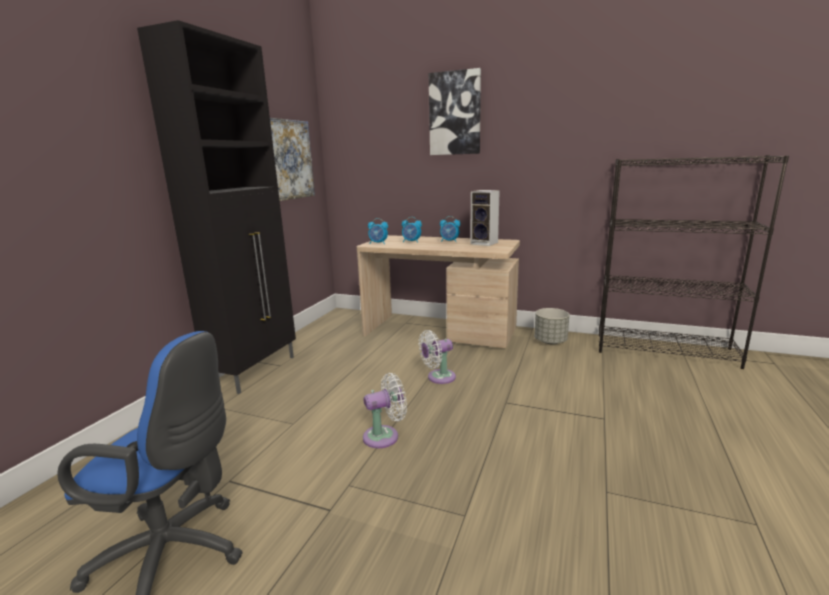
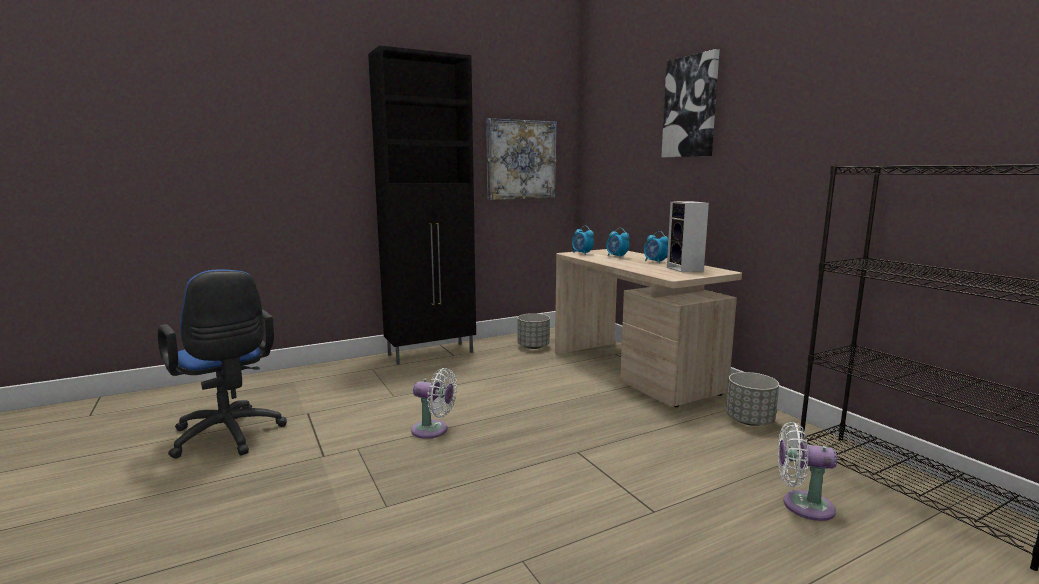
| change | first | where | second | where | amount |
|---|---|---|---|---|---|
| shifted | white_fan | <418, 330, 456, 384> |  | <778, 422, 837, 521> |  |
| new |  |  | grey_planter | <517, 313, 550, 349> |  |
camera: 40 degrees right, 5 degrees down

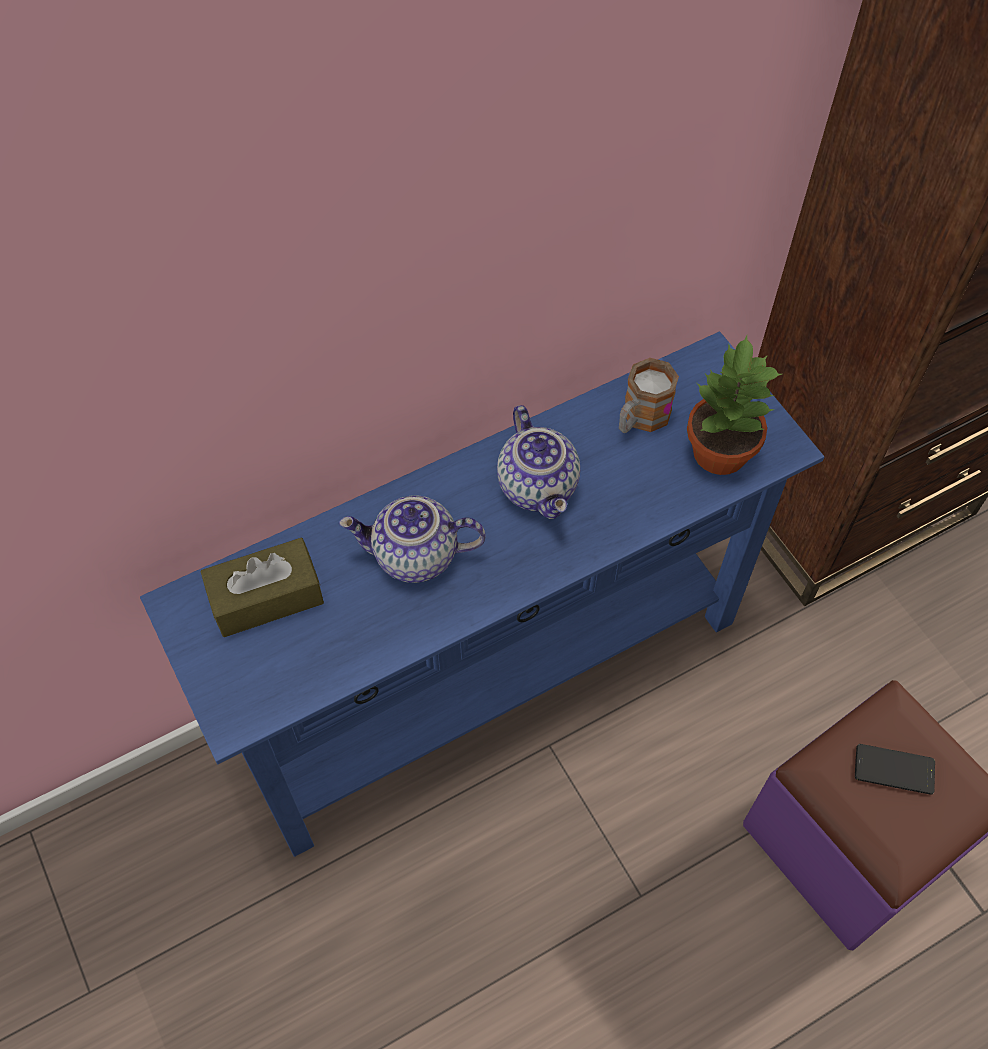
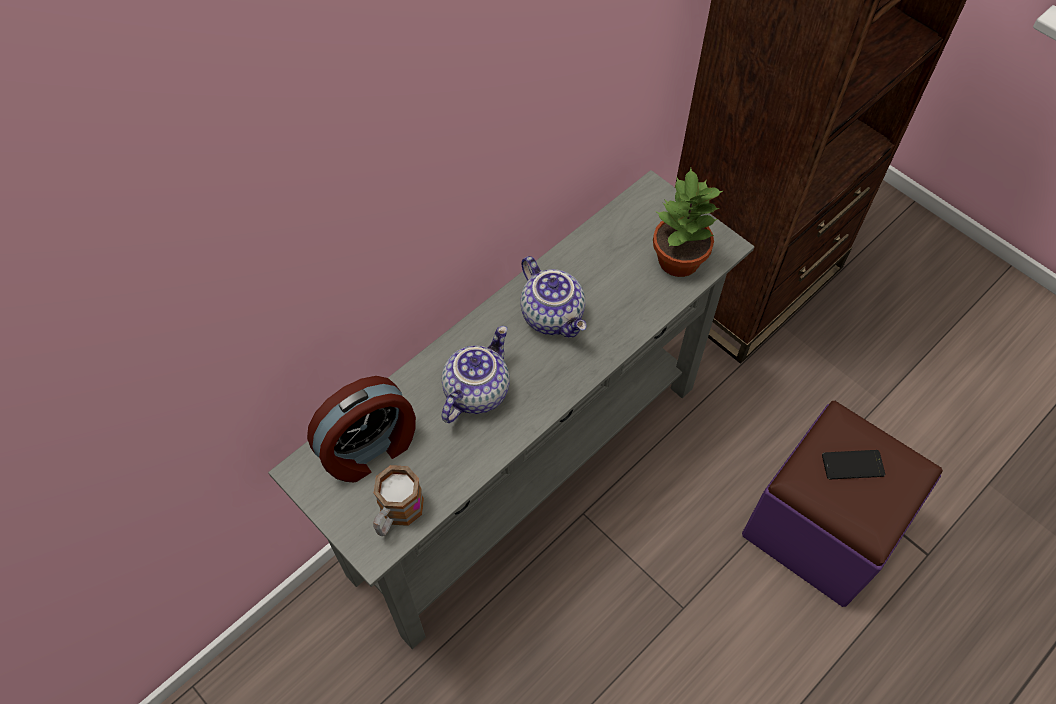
| change | first | where | second | where | amount |
|---|---|---|---|---|---|
| repainted | blue_console_table | <140, 331, 824, 857> | grey_console_table | <268, 170, 754, 649> |  |
| swapped | brown_tissue_box | <200, 538, 324, 637> | alarm_clock | <307, 376, 416, 482> |  |
| rotated | teapot | <339, 495, 486, 583> |  | <441, 326, 510, 423> | 135 degrees clockwise |
| shifted | mug | <619, 358, 679, 433> |  | <373, 465, 424, 536> |  |
camera: 15 degrees left, 0 degrees up

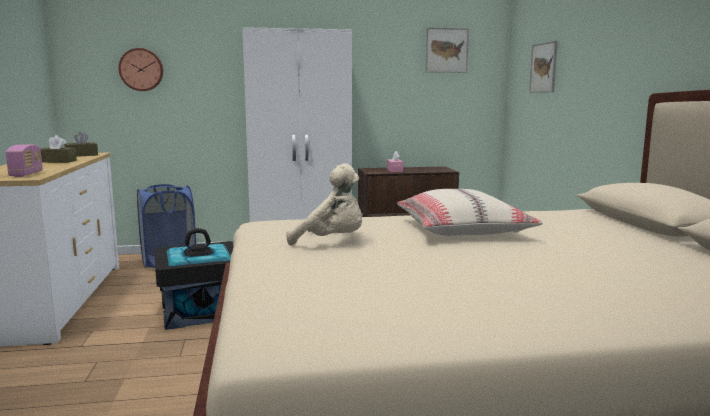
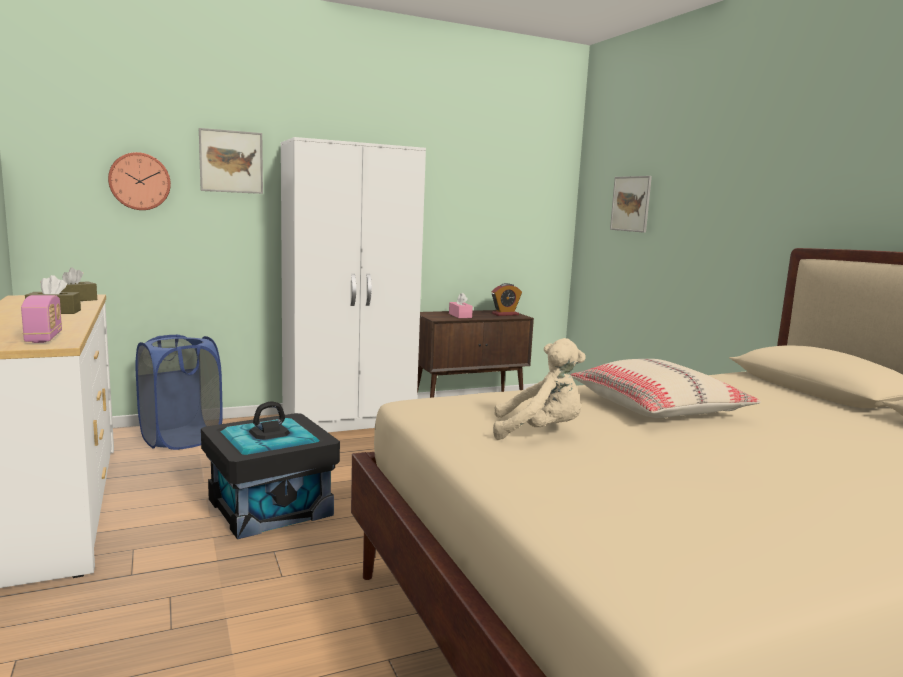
| change | first | where | second | where | amount |
|---|---|---|---|---|---|
| shifted | picture | <425, 27, 469, 73> |  | <199, 128, 263, 194> |  |
| new |  |  | alarm_clock | <491, 283, 522, 316> |  |
camera: 15 degrees left, 0 degrees up

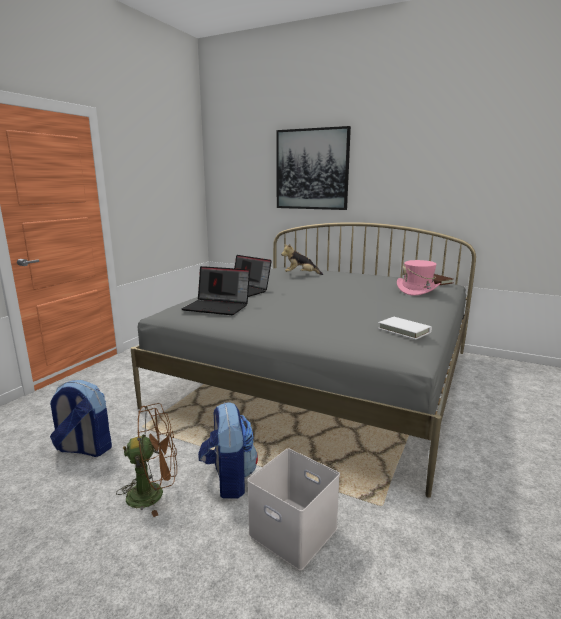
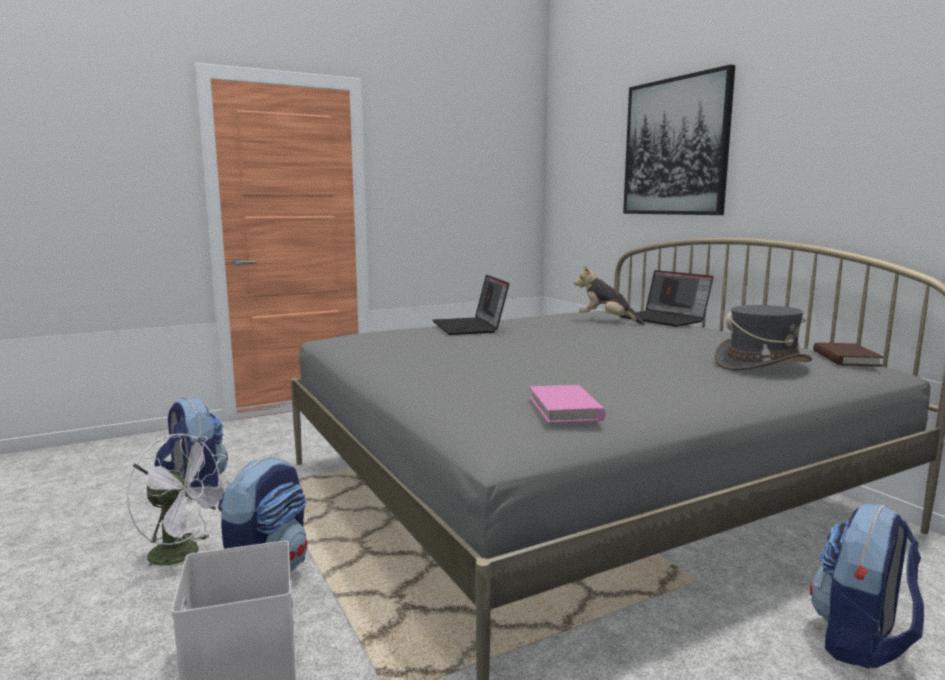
| change | first | where | second | where | amount |
|---|---|---|---|---|---|
| repainted | brown_fan | <116, 403, 177, 517> | white_fan | <126, 434, 231, 578> |  |
| shifted | laptop | <182, 266, 250, 315> |  | <620, 270, 713, 327> |  |
| repainted | white_book | <378, 317, 432, 340> | pink_book | <529, 385, 606, 423> |  |
| repainted | pink_hat | <397, 260, 441, 296> | grey_hat | <714, 305, 812, 371> |  |
| new |  |  | backpack | <810, 504, 924, 668> |  |
camera: 35 degrees right, 5 degrees down

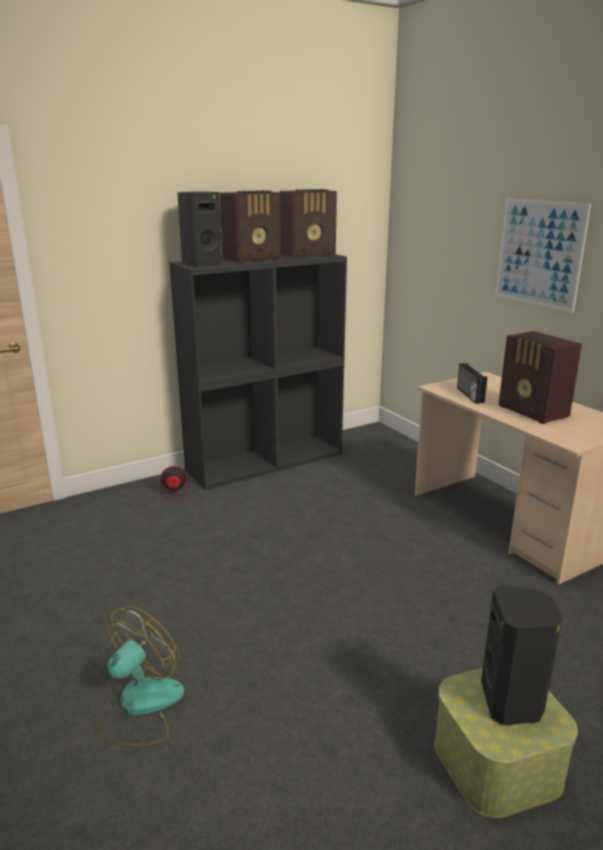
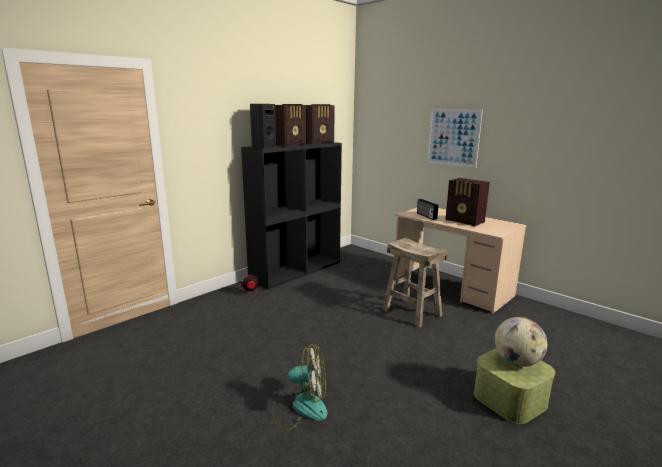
| change | first | where | second | where | amount |
|---|---|---|---|---|---|
| rotated | fan | <95, 606, 184, 746> |  | <272, 344, 328, 431> | 75 degrees clockwise |
| swapped | black_speaker | <481, 585, 562, 725> | globe | <495, 317, 547, 367> |  |
| new |  |  | beige_stool | <382, 238, 447, 328> |  |
camera: 15 degrees left, 5 degrees down

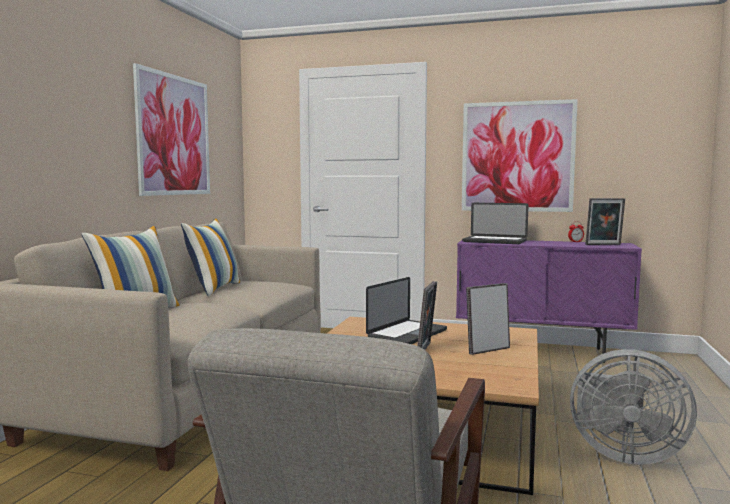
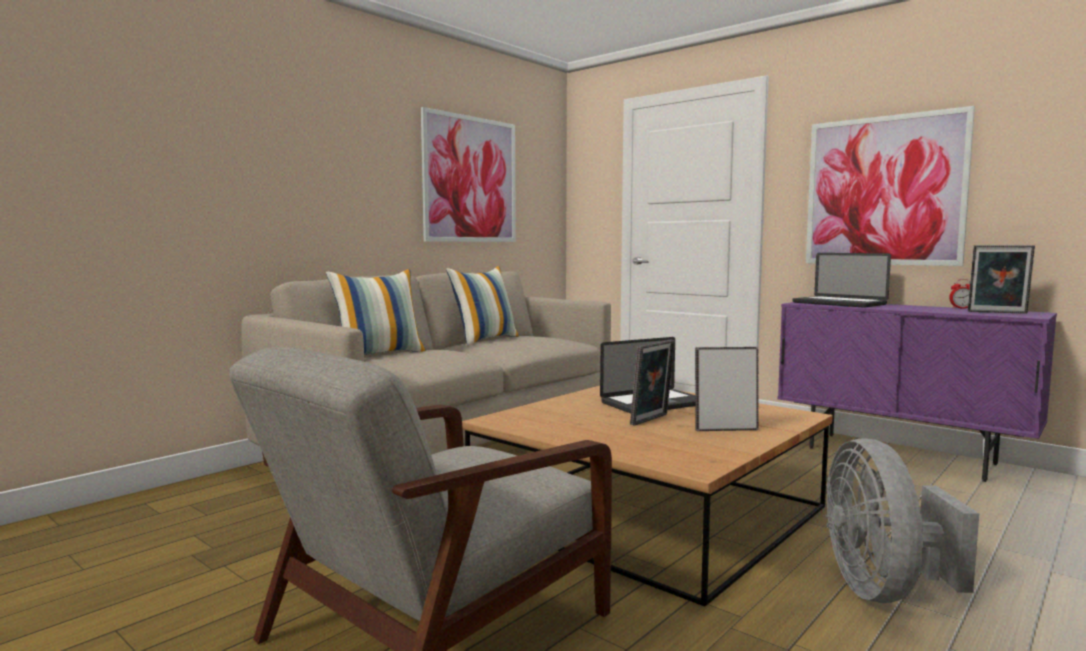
| change | first | where | second | where | amount |
|---|---|---|---|---|---|
| rotated | grey_fan | <570, 349, 697, 465> |  | <825, 438, 979, 603> | 45 degrees clockwise |
camera: 25 degrees right, 0 degrees up

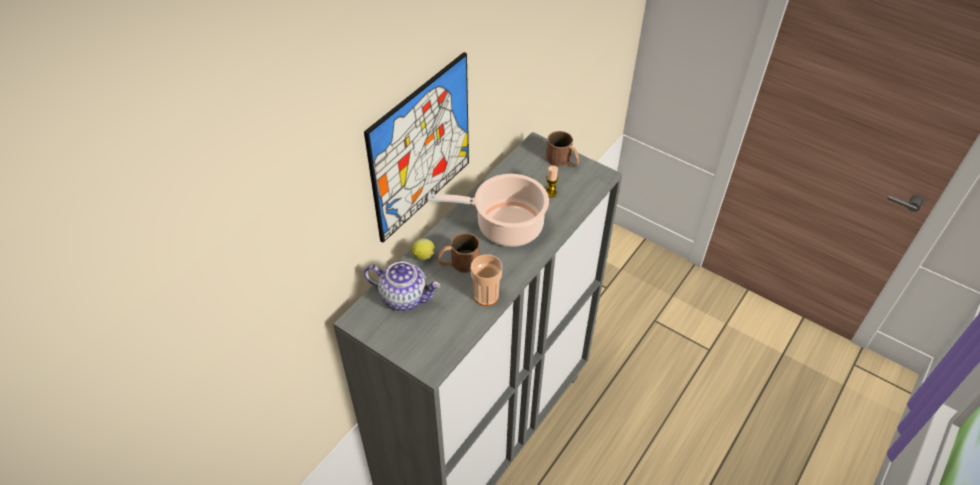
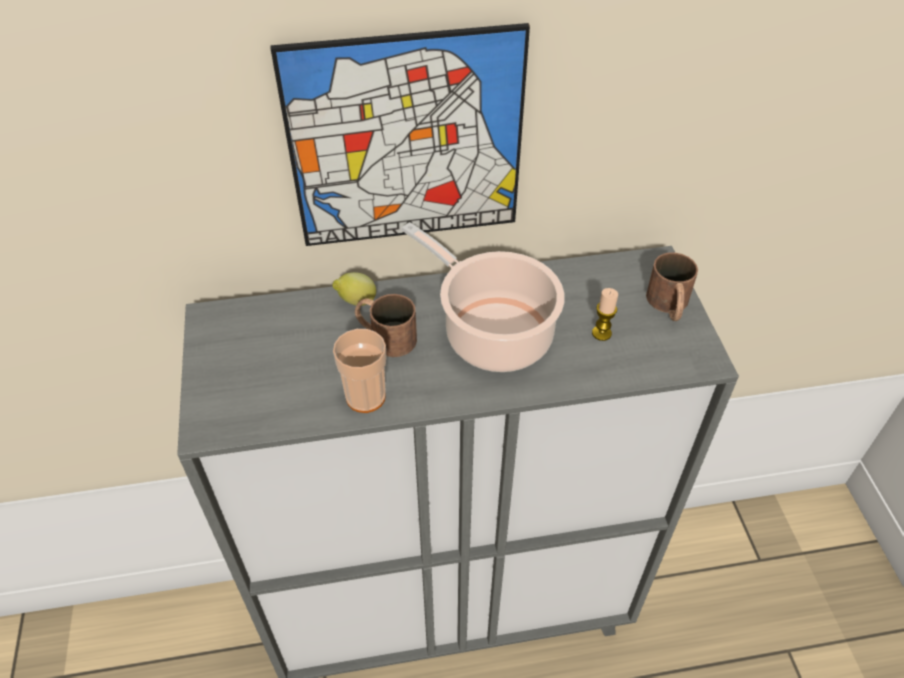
| change | first | where | second | where | amount |
|---|---|---|---|---|---|
| gone | teapot | <364, 261, 441, 311> |  |  |  |
camera: 45 degrees right, 0 degrees up

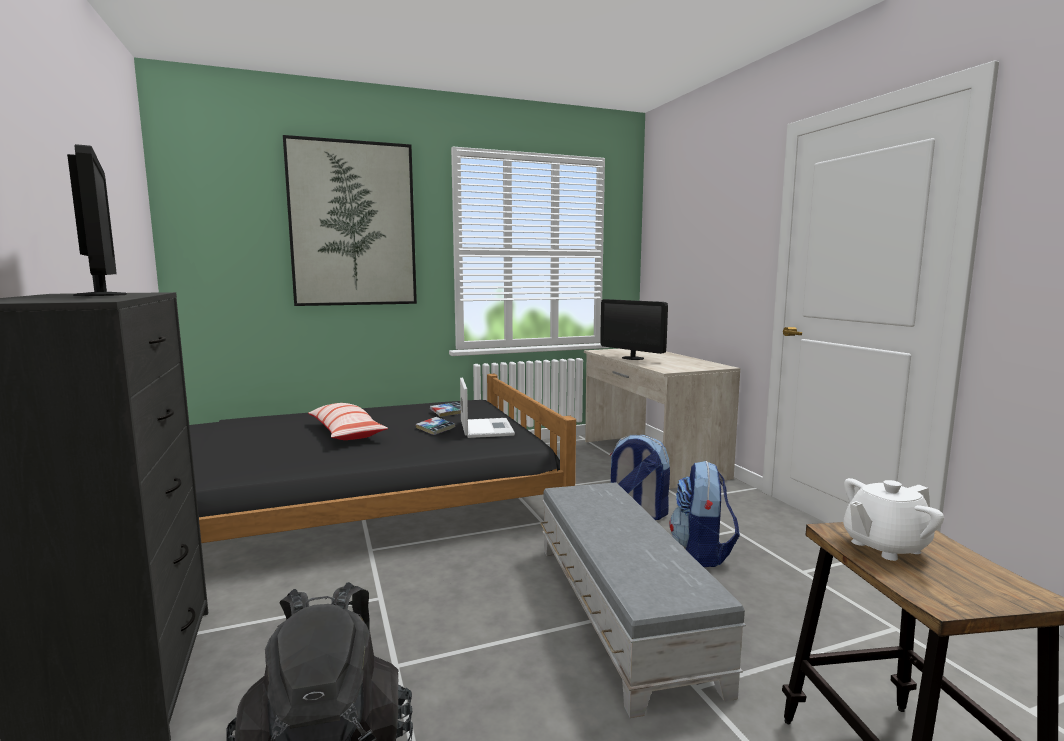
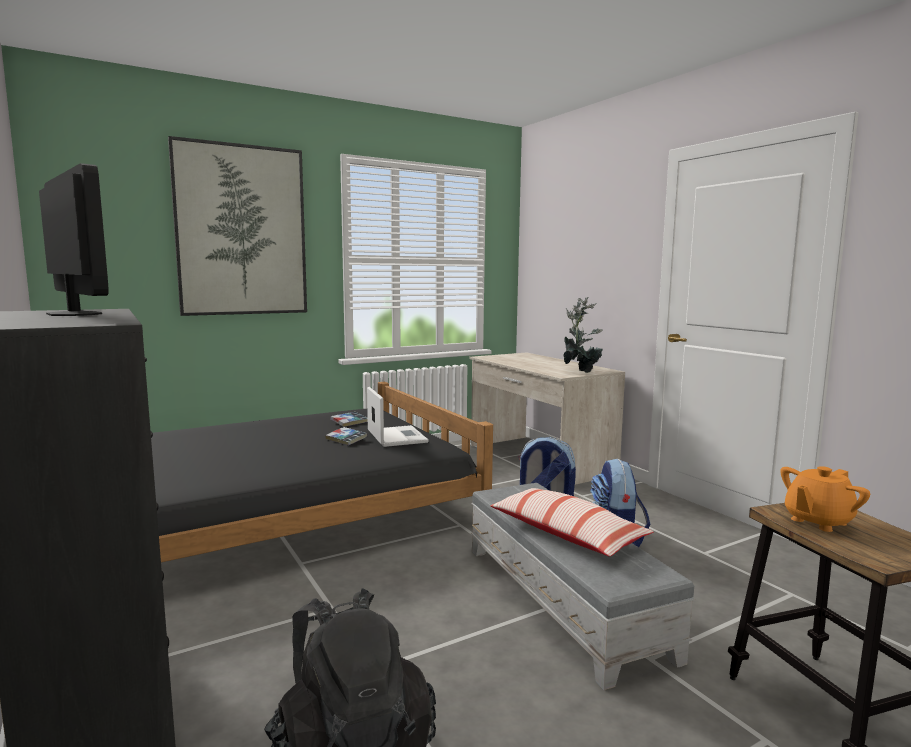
| change | first | where | second | where | amount |
|---|---|---|---|---|---|
| shifted | pillow | <308, 403, 388, 440> |  | <491, 488, 653, 557> |  |
| gone | monitor | <600, 299, 668, 360> |  |  |  |
| repainted | white_teapot | <843, 478, 944, 561> | orange_teapot | <780, 466, 870, 532> |  |
| new |  |  | potted_plant | <564, 297, 603, 373> |  |
camera: 10 degrees left, 0 degrees up

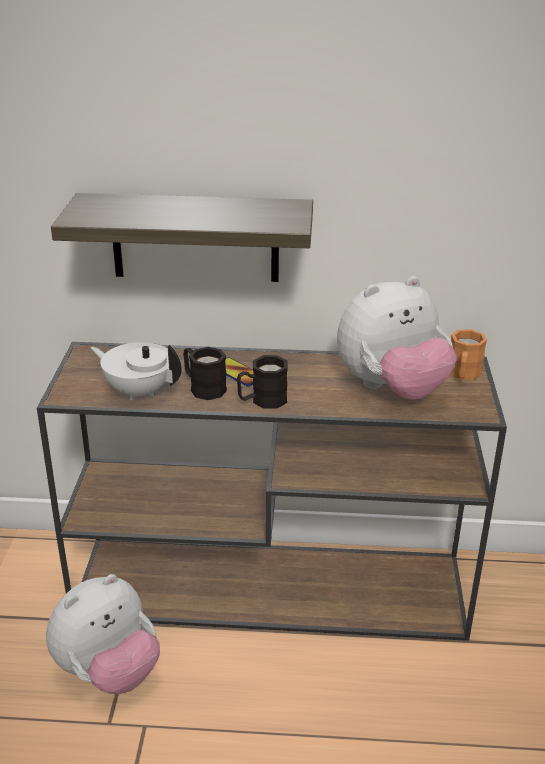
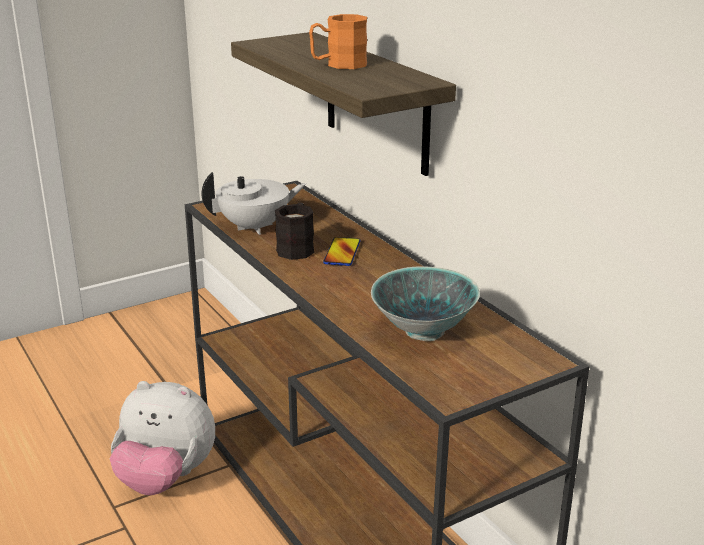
| change | first | where | second | where | amount |
|---|---|---|---|---|---|
| rotated | white_teapot | <90, 342, 181, 400> |  | <201, 172, 306, 235> | 75 degrees clockwise |
| gone | black_mug | <237, 355, 288, 408> |  |  |  |
| swapped | plush_toy | <337, 276, 457, 400> | bowl | <371, 266, 480, 341> |  |
| shifted | orange_mug | <450, 329, 487, 380> |  | <309, 14, 367, 69> |  |
camera: 55 degrees right, 5 degrees down

